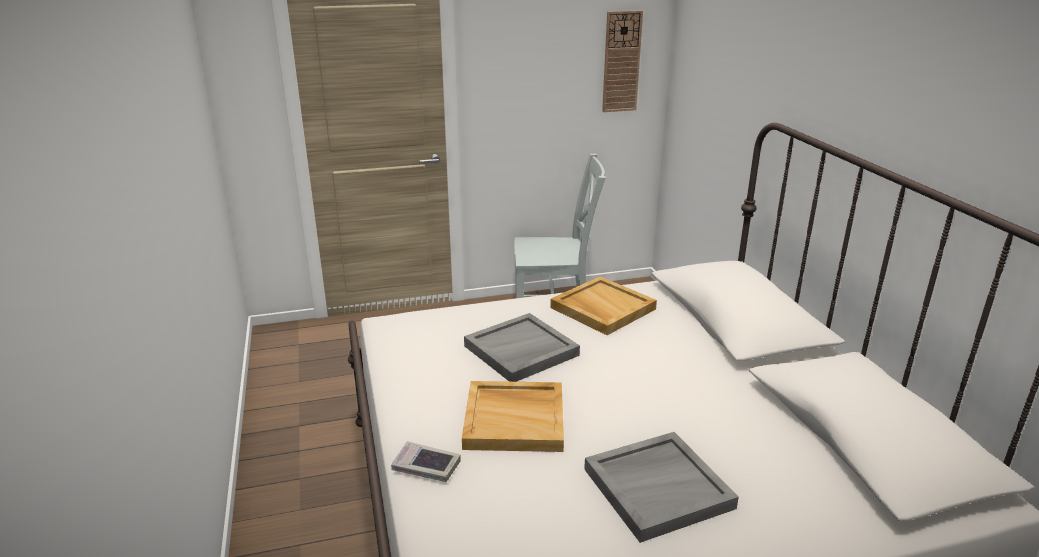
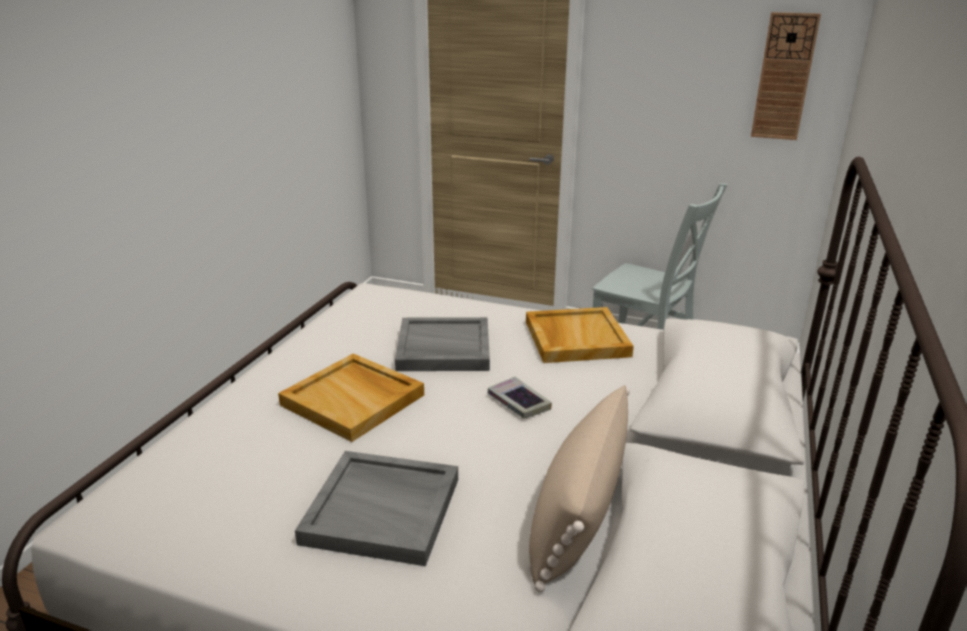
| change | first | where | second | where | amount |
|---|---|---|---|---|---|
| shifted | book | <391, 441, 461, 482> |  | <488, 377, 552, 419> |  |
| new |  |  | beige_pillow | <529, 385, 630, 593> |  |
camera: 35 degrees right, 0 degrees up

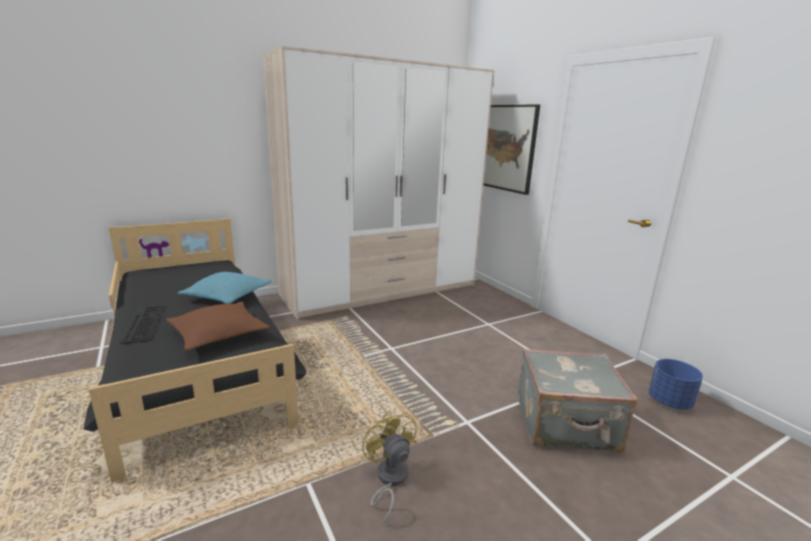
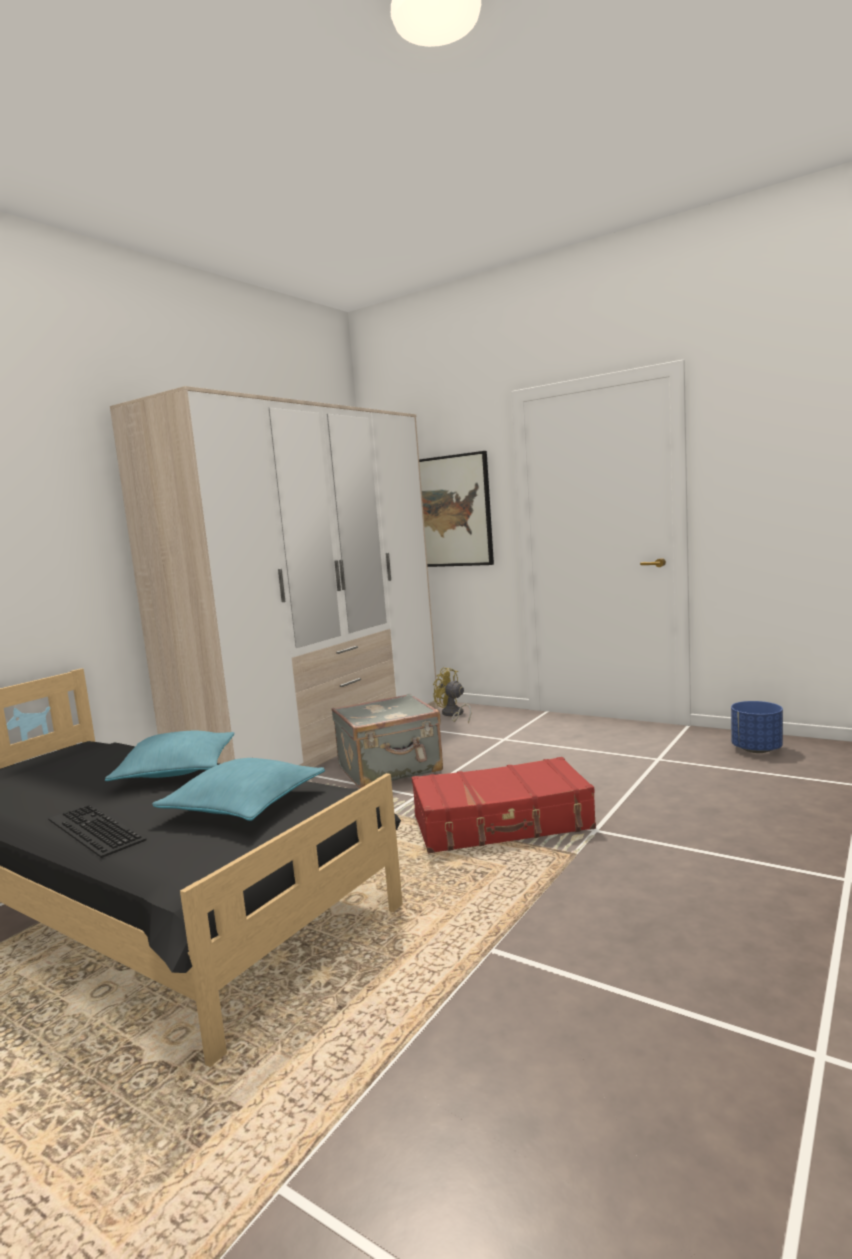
| change | first | where | second | where | amount |
|---|---|---|---|---|---|
| repainted | brown_pillow | <166, 301, 269, 351> | turquoise_pillow | <152, 758, 325, 821> |  |
| shifted | yellow_fan | <362, 410, 417, 525> |  | <433, 667, 471, 723> |  |
| shifted | grey_suitcase | <518, 349, 638, 452> |  | <331, 693, 443, 788> |  |
| new |  |  | red_suitcase | <412, 757, 596, 853> |  |
camera: 25 degrees left, 10 degrees down

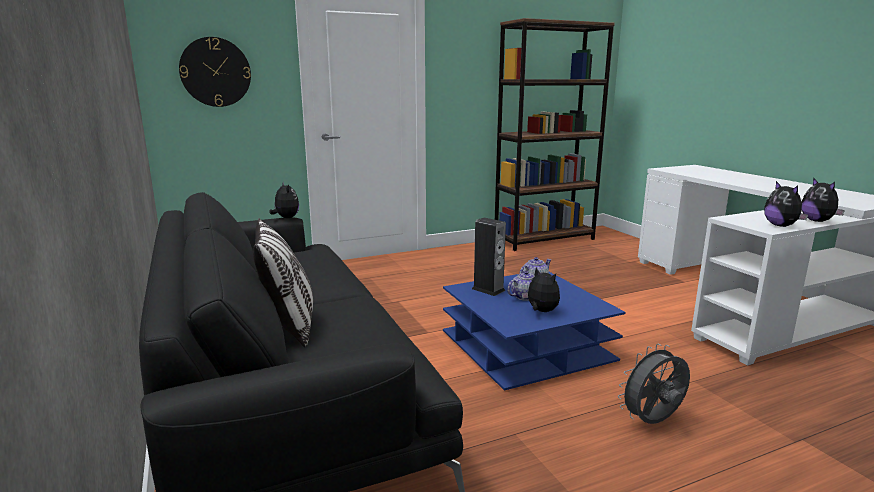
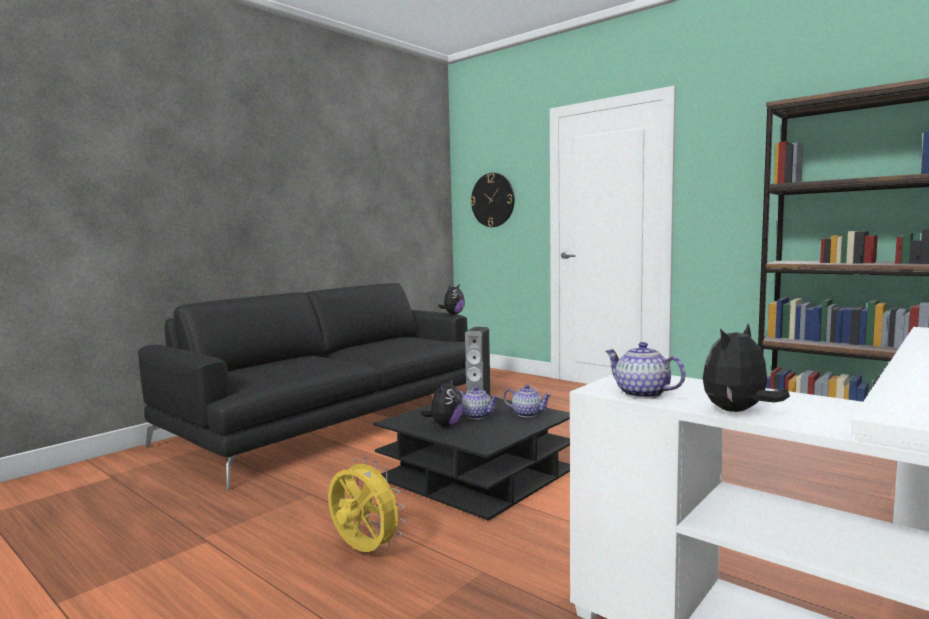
| change | first | where | second | where | amount |
|---|---|---|---|---|---|
| gone | pillow | <253, 218, 313, 347> |  |  |  |
| repainted | blue_coffee_table | <443, 272, 625, 391> | black_coffee_table | <374, 393, 570, 521> |  |
| repainted | grey_fan | <618, 344, 690, 424> | yellow_fan | <328, 457, 405, 552> |  |
| swapped | plush_toy | <764, 181, 808, 227> | teapot | <606, 342, 686, 399> |  |
camera: 65 degrees right, 10 degrees down

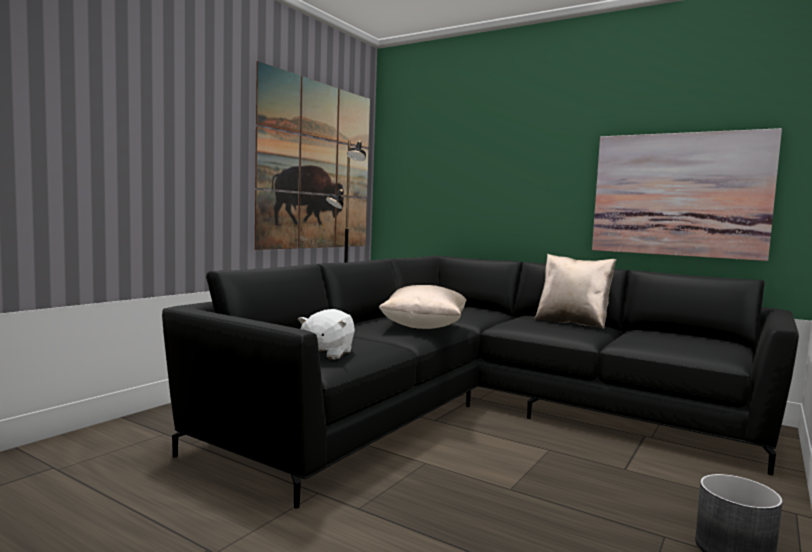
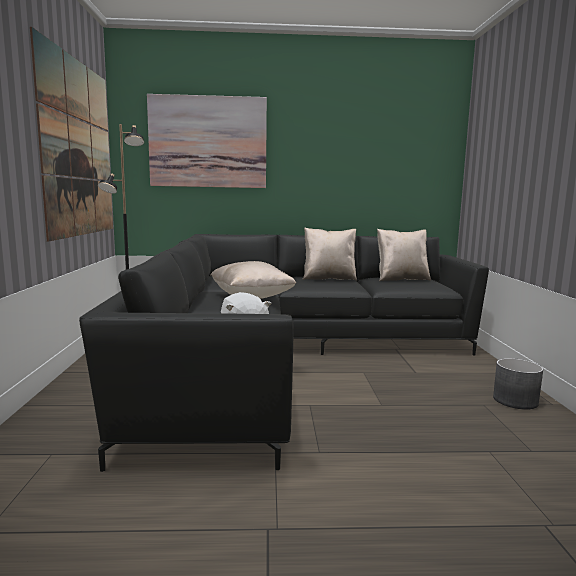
| change | first | where | second | where | amount |
|---|---|---|---|---|---|
| shifted | picture | <592, 128, 782, 261> |  | <147, 94, 267, 188> |  |
| new |  |  | beige_pillow | <377, 229, 431, 281> |  |
camera: 35 degrees left, 5 degrees up

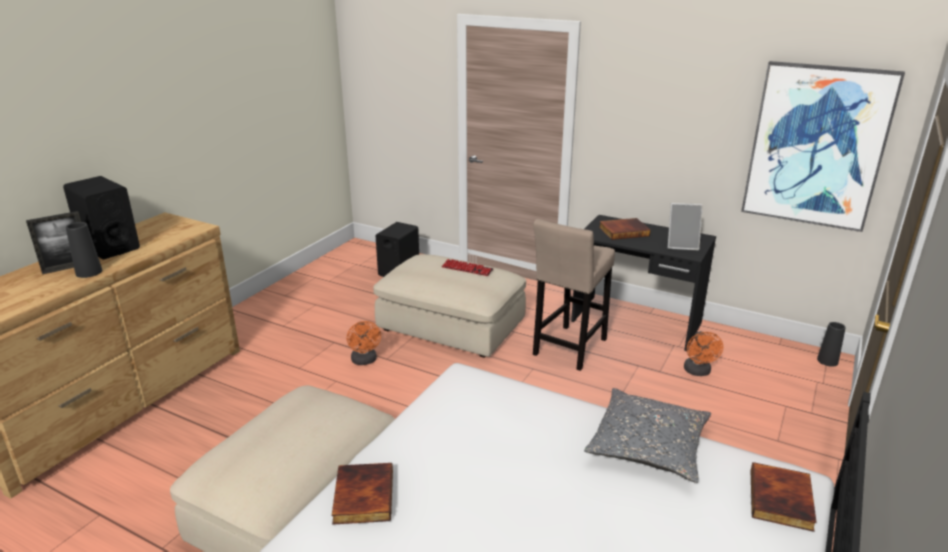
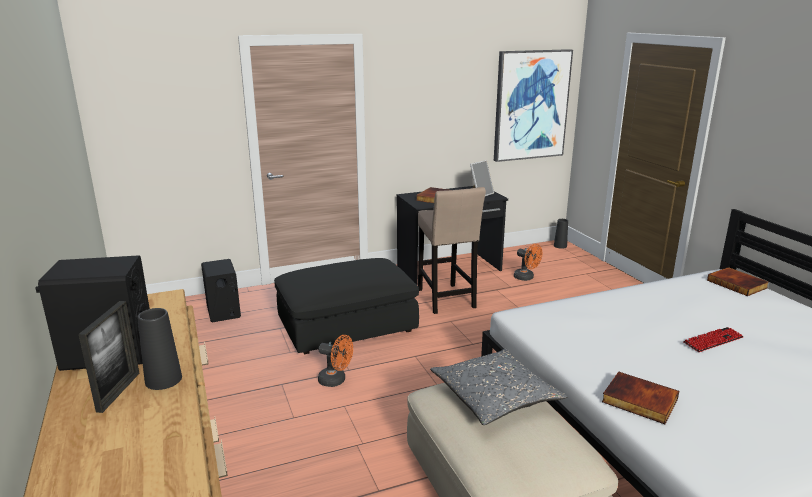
| change | first | where | second | where | amount |
|---|---|---|---|---|---|
| repainted | beige_ottoman | <373, 254, 526, 358> | black_ottoman | <274, 258, 419, 354> |  |
| shifted | keyboard | <442, 259, 493, 276> |  | <683, 327, 743, 352> |  |
| shifted | grey_pillow | <584, 388, 711, 483> |  | <430, 349, 567, 425> |  |
camera: 50 degrees left, 5 degrees down

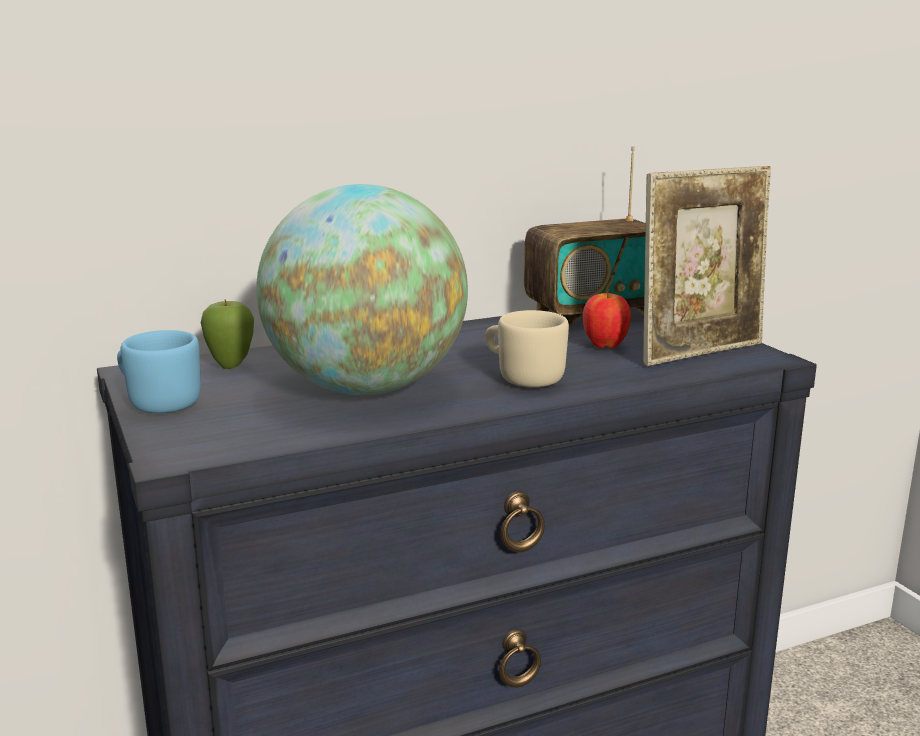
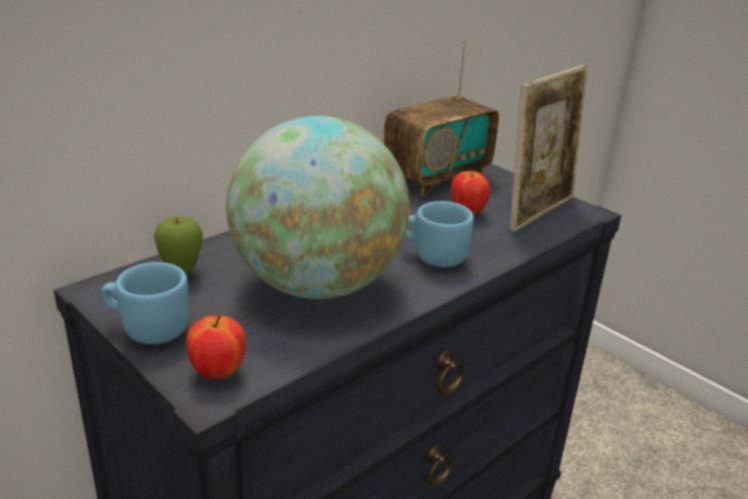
| change | first | where | second | where | amount |
|---|---|---|---|---|---|
| repainted | beige_mug | <485, 310, 569, 387> | blue_mug | <405, 201, 474, 267> |  |
| new |  |  | apple | <186, 315, 246, 379> |  |
camera: 20 degrees left, 10 degrees up

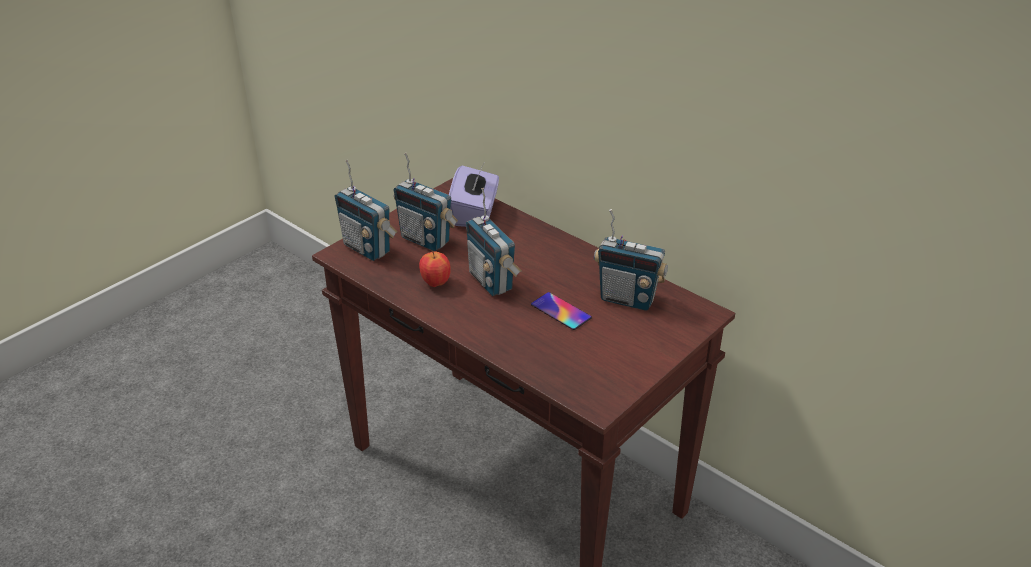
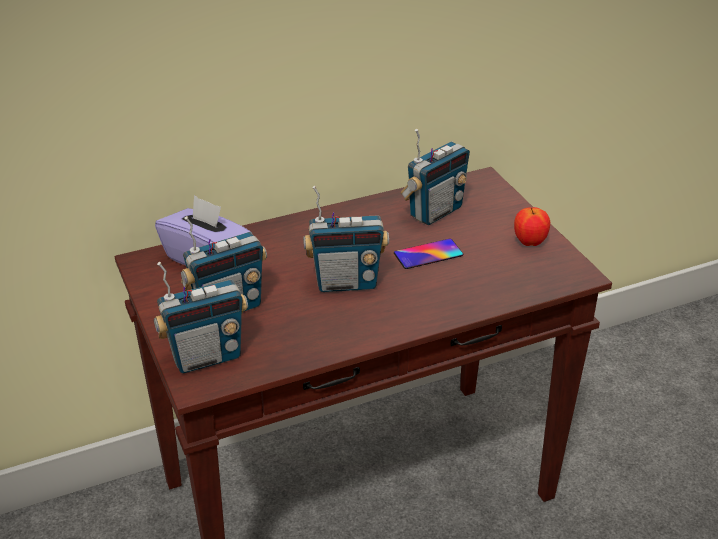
| change | first | where | second | where | amount |
|---|---|---|---|---|---|
| shifted | apple | <419, 251, 451, 287> |  | <514, 207, 550, 246> |  |
camera: 65 degrees left, 0 degrees up

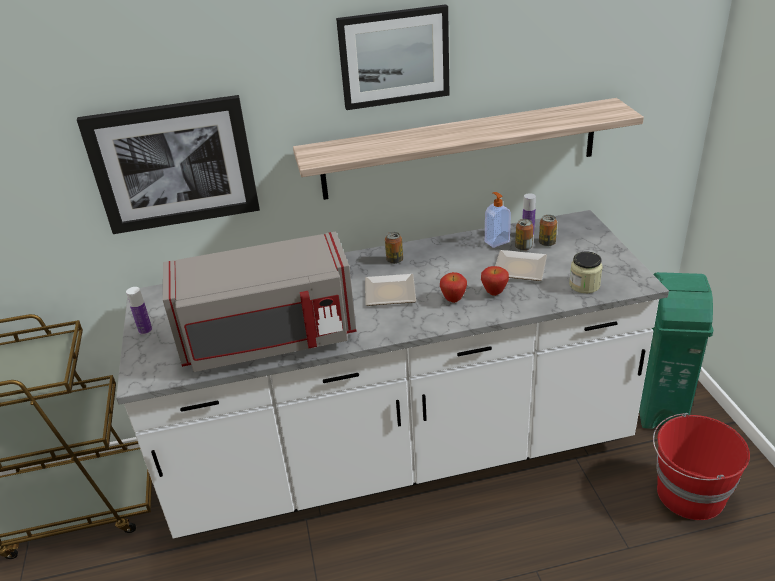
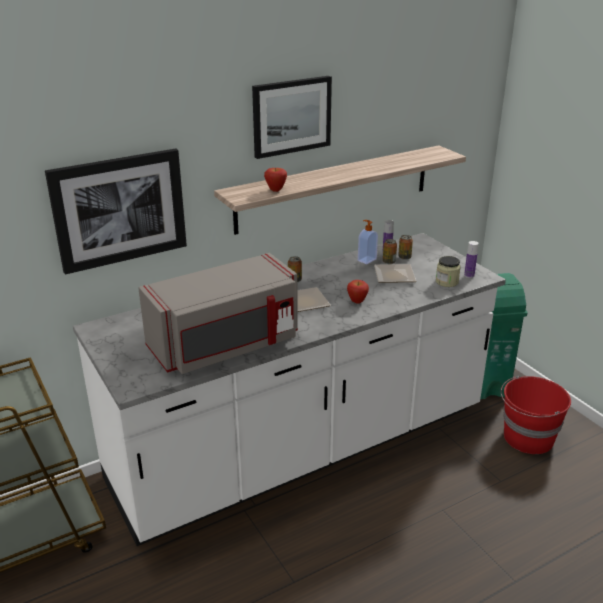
| change | first | where | second | where | amount |
|---|---|---|---|---|---|
| shifted | bottle | <126, 287, 153, 335> |  | <464, 241, 479, 278> |  |
| shifted | apple | <481, 266, 509, 296> |  | <264, 168, 287, 192> |  |
camera: 20 degrees left, 5 degrees down

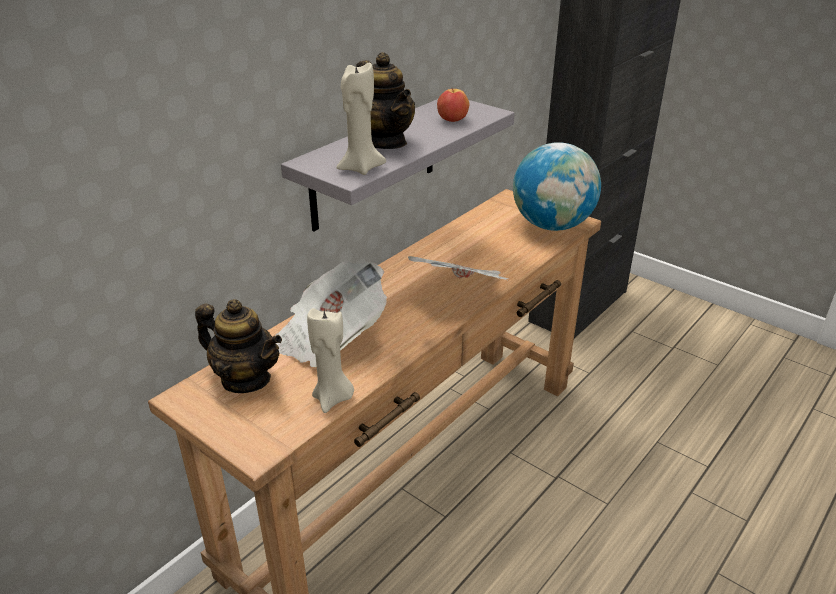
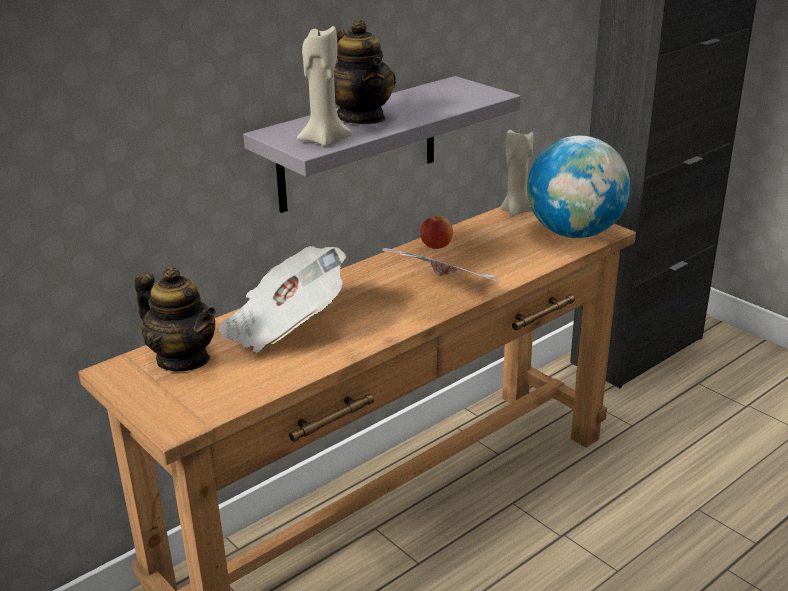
| change | first | where | second | where | amount |
|---|---|---|---|---|---|
| shifted | beige_candle | <307, 308, 354, 413> |  | <501, 130, 533, 217> |  |
| shifted | apple | <437, 89, 469, 122> |  | <420, 216, 453, 249> |  |
camera: 10 degrees right, 5 degrees down

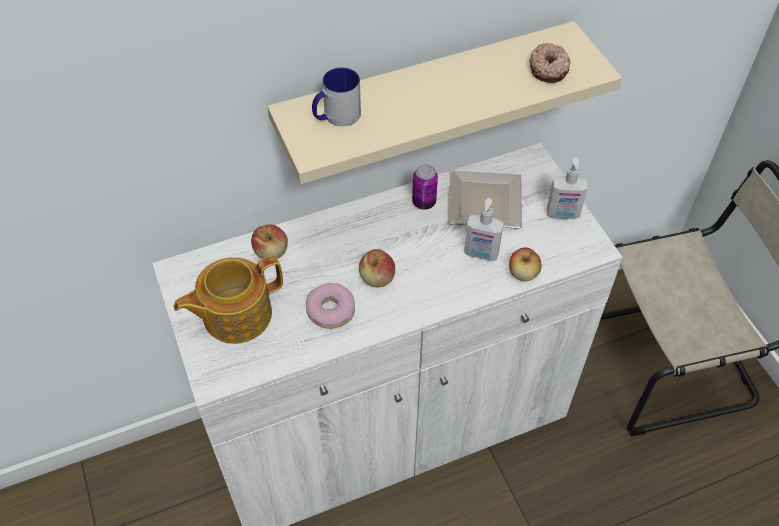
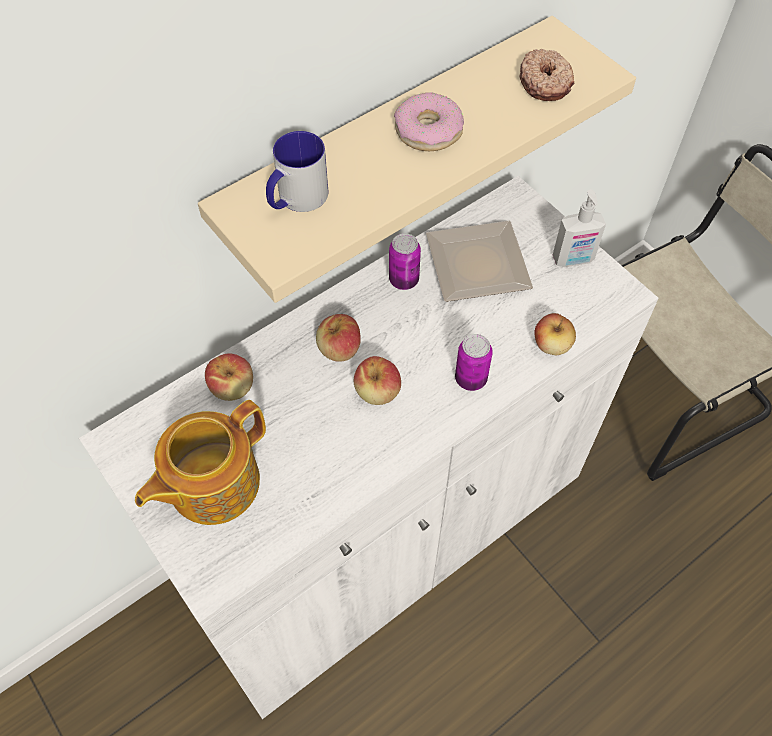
| change | first | where | second | where | amount |
|---|---|---|---|---|---|
| shifted | donut | <306, 283, 355, 329> |  | <394, 92, 464, 151> |  |
| gone | soap_dispenser | <464, 198, 504, 261> |  |  |  |
| new |  |  | apple | <316, 314, 361, 362> |  |
| new |  |  | can | <455, 334, 493, 391> |  |
camera: 15 degrees left, 5 degrees up

